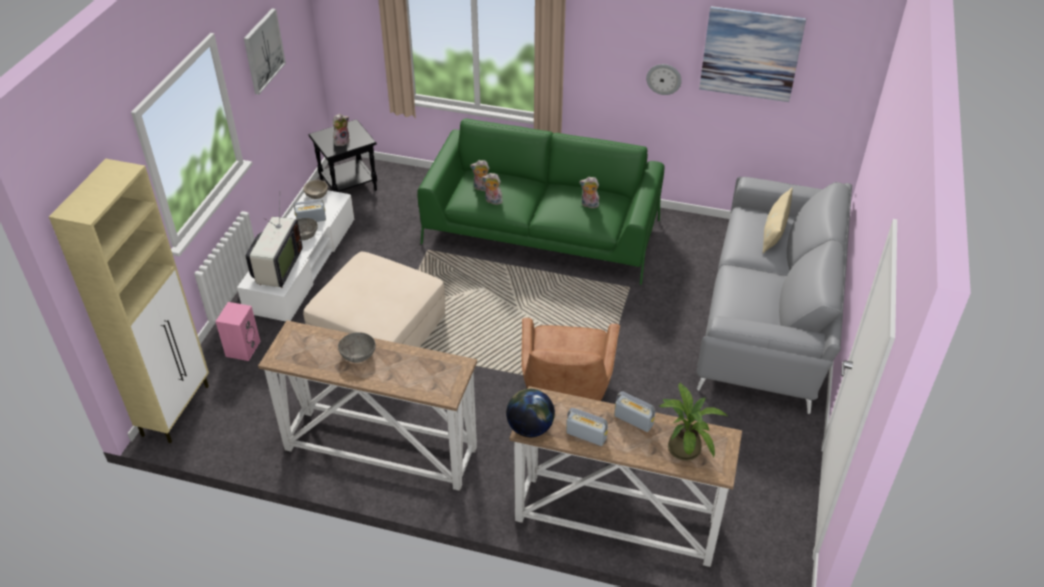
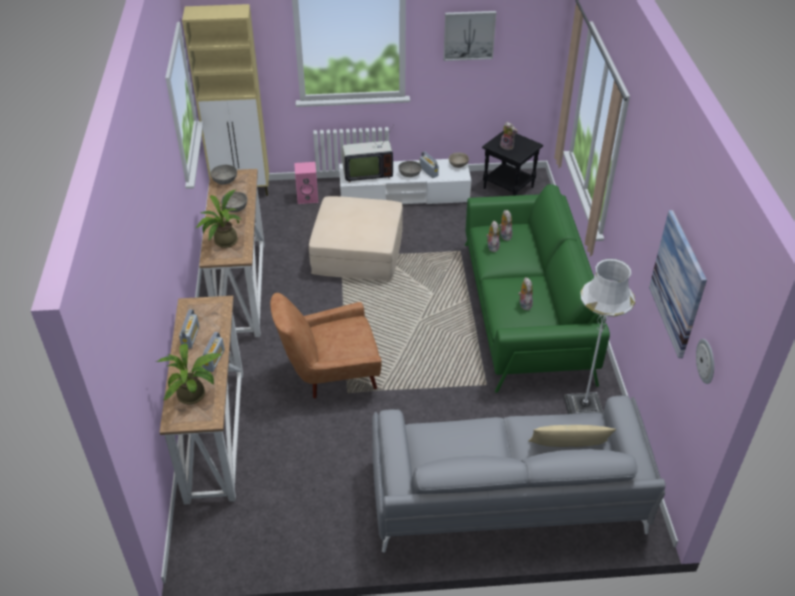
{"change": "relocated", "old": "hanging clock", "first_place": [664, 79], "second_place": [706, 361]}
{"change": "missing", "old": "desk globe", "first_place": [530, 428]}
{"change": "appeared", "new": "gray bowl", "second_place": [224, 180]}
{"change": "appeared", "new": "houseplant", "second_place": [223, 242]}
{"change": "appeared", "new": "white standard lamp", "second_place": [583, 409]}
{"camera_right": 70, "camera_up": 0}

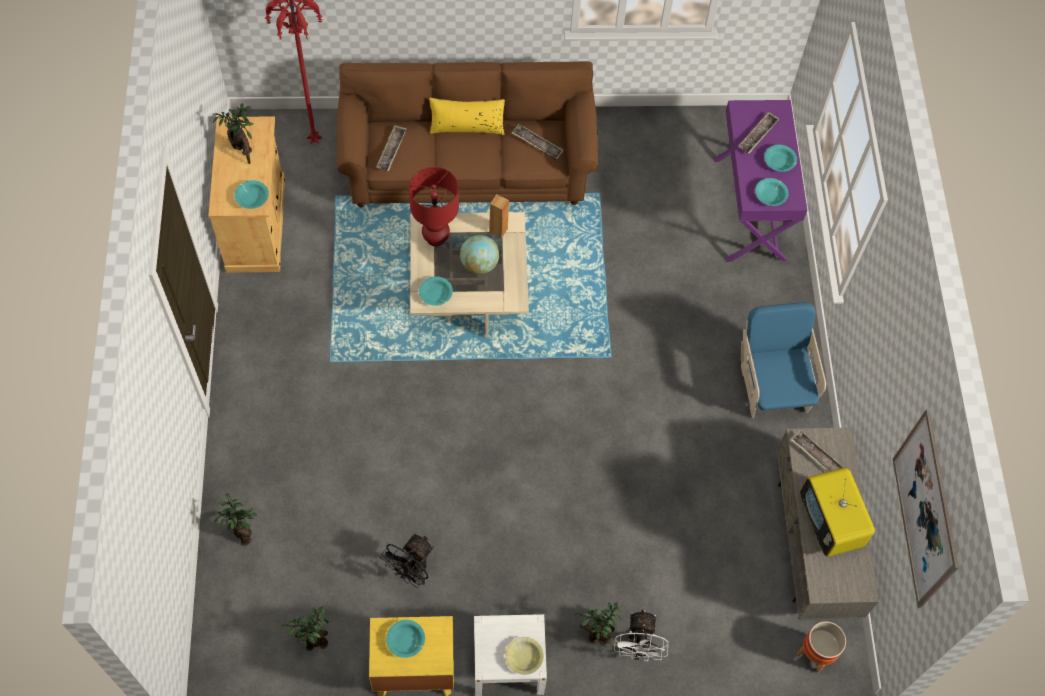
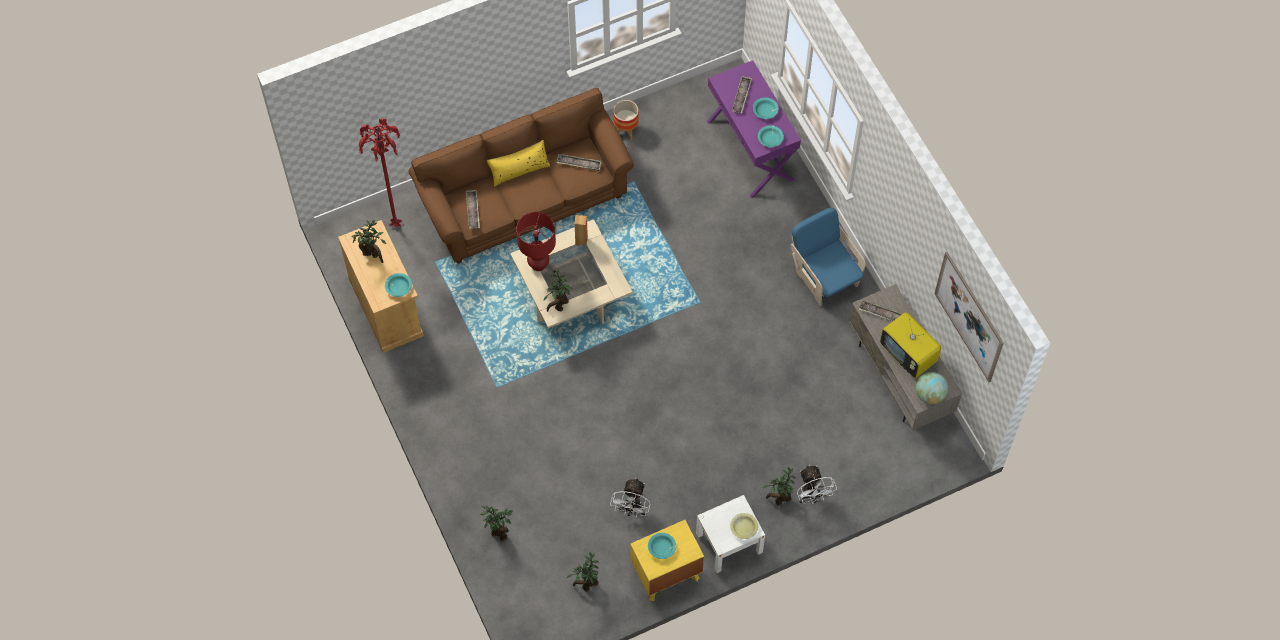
{"change": "relocated", "old": "desk globe", "first_place": [479, 264], "second_place": [930, 394]}
{"change": "exchanged", "old": "turquoise bowl", "new": "houseplant", "first_place": [435, 294], "second_place": [559, 305]}
{"change": "colour", "old": "black electric fan", "new": "white electric fan", "first_place": [412, 571], "second_place": [632, 509]}
{"change": "relocated", "old": "plant pot", "first_place": [815, 654], "second_place": [626, 130]}
{"camera_right": -20, "camera_up": 0}

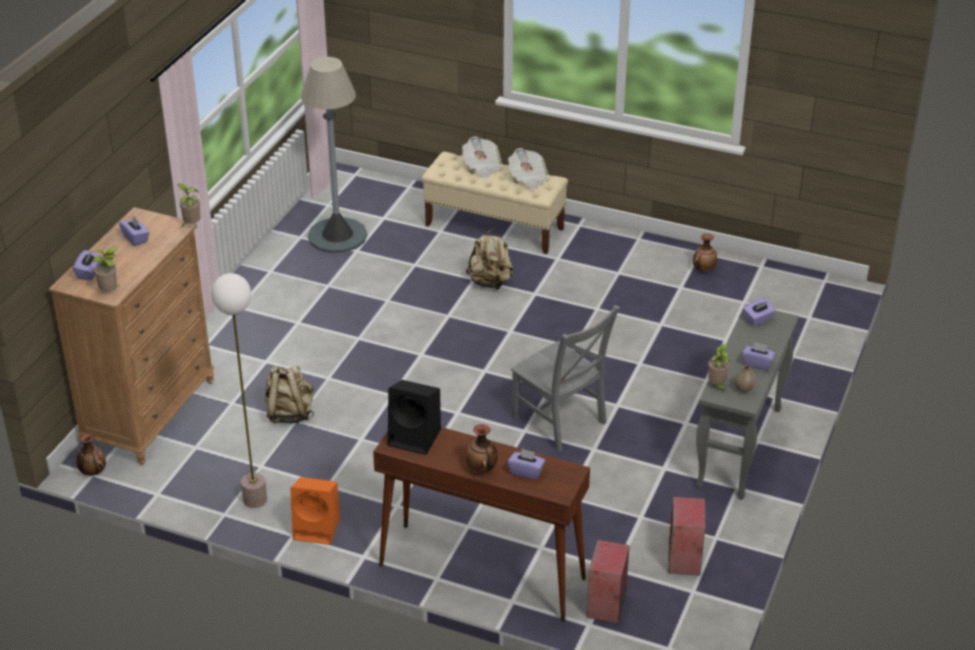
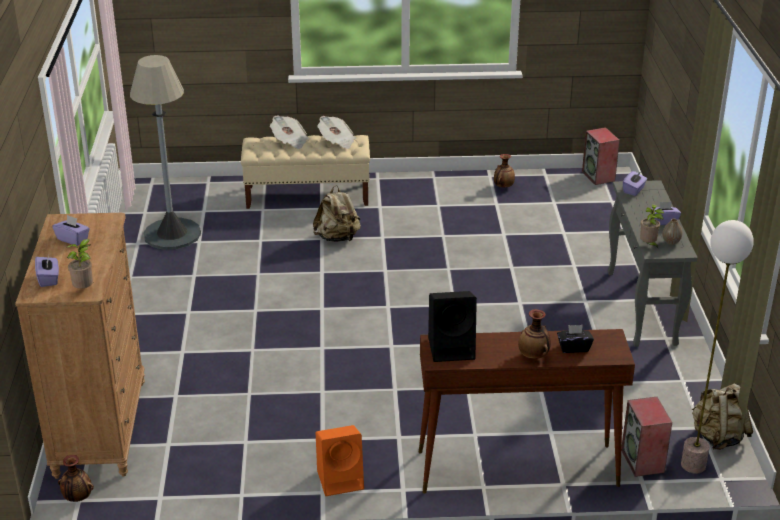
{"change": "missing", "old": "houseplant", "first_place": [191, 225]}
{"change": "relocated", "old": "standard lamp", "first_place": [254, 499], "second_place": [692, 465]}
{"change": "missing", "old": "gray upright chair", "first_place": [561, 422]}
{"change": "relocated", "old": "beige rucksack", "first_place": [289, 413], "second_place": [718, 437]}
{"change": "colour", "old": "purplish tissue holder", "new": "black tissue holder", "first_place": [526, 472], "second_place": [574, 347]}
{"change": "relocated", "old": "audio speaker", "first_place": [685, 560], "second_place": [599, 176]}
{"camera_right": -25, "camera_up": -5}

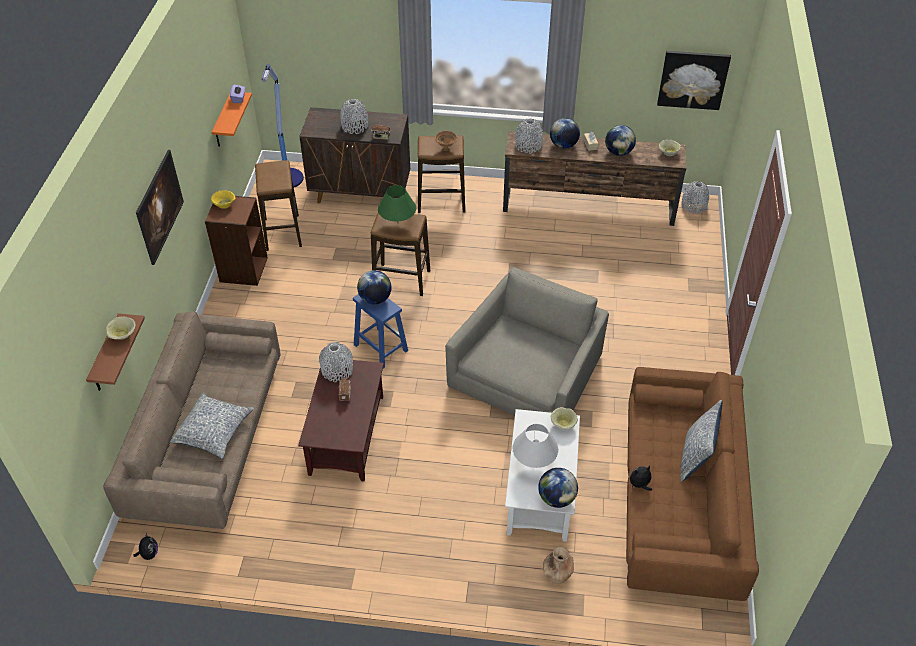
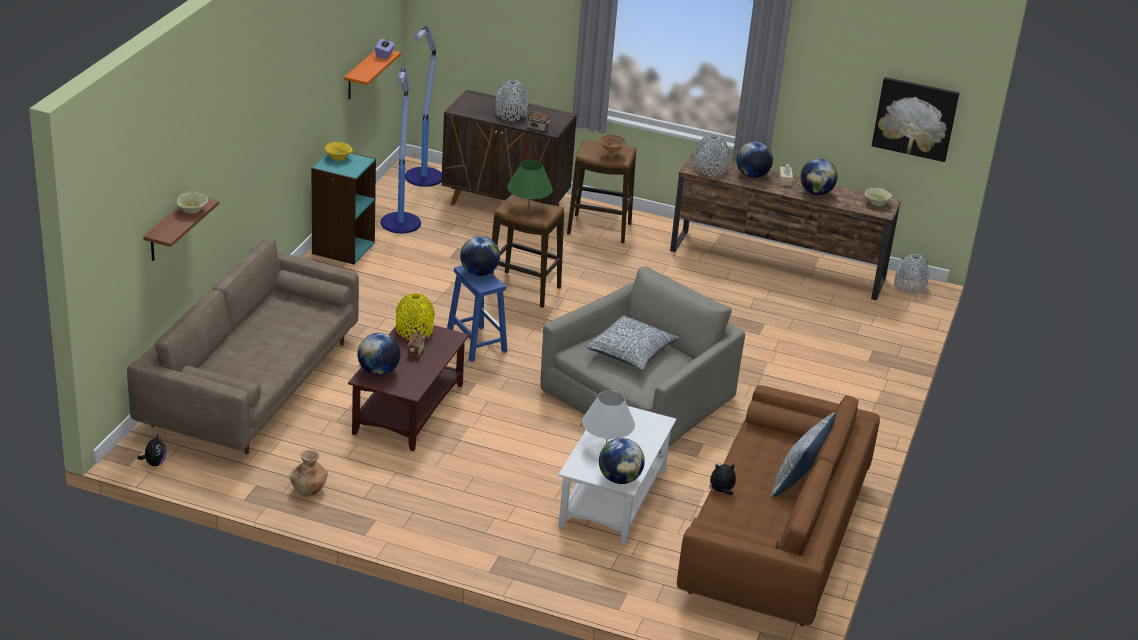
{"change": "missing", "old": "wall art", "first_place": [163, 219]}
{"change": "exchanged", "old": "sitting stool", "new": "standard lamp", "first_place": [283, 233], "second_place": [400, 224]}
{"change": "colour", "old": "brown bookcase", "new": "turquoise bookcase", "first_place": [243, 270], "second_place": [342, 248]}
{"change": "colour", "old": "gray decorative vase", "new": "yellow decorative vase", "first_place": [337, 370], "second_place": [414, 330]}
{"change": "relocated", "old": "pillow", "first_place": [214, 431], "second_place": [631, 352]}
{"change": "missing", "old": "beige bowl", "first_place": [562, 424]}
{"change": "relocated", "old": "brown decorative vase", "first_place": [557, 573], "second_place": [309, 489]}
{"change": "appeared", "new": "desk globe", "second_place": [378, 371]}
{"camera_right": 10, "camera_up": -15}

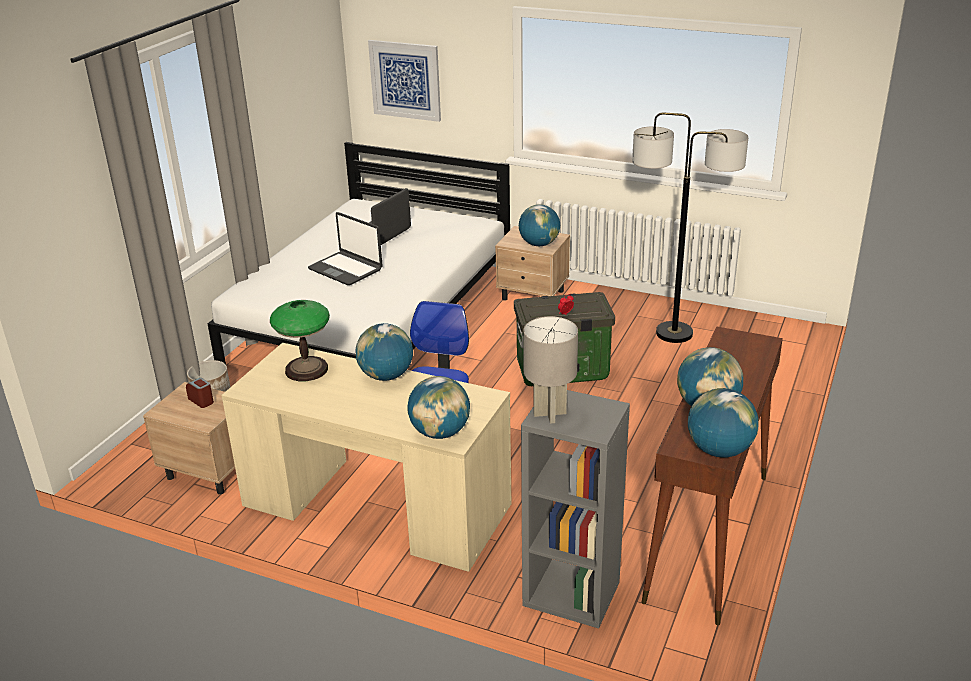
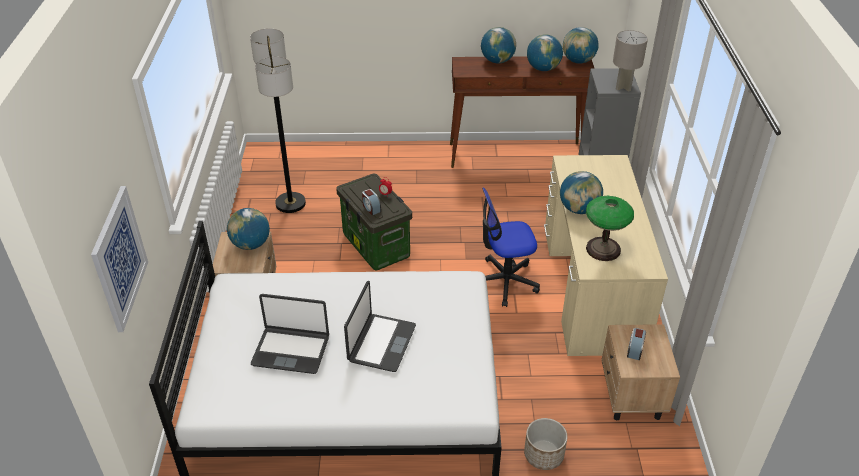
{"change": "relocated", "old": "desk globe", "first_place": [440, 432], "second_place": [497, 61]}
{"change": "appeared", "new": "bedside clock", "second_place": [371, 208]}
{"camera_right": -115, "camera_up": 10}

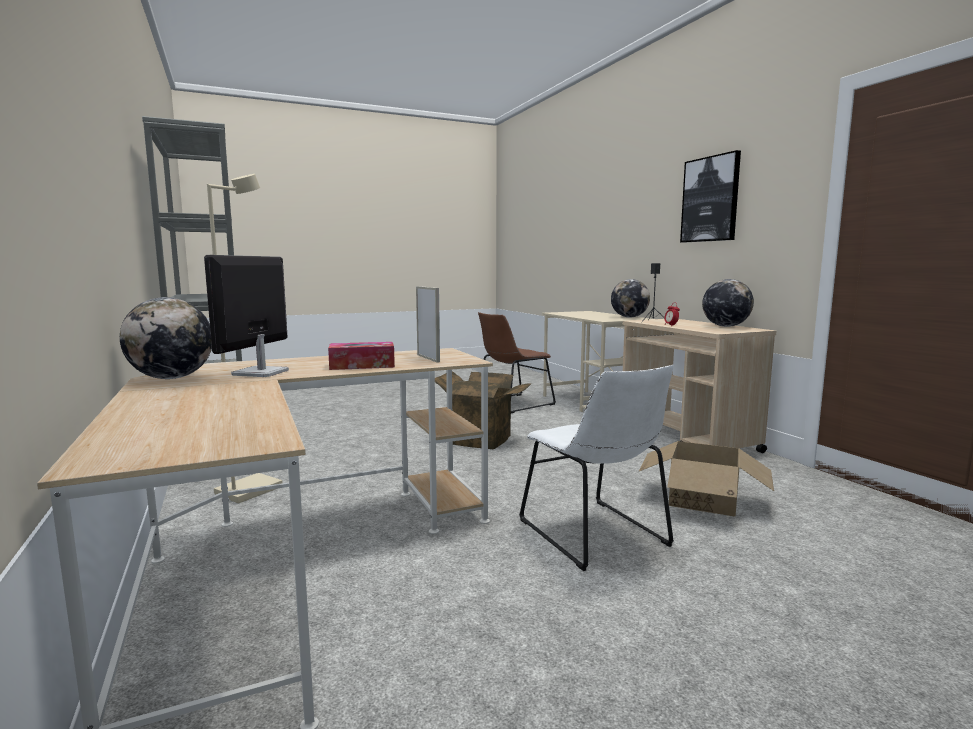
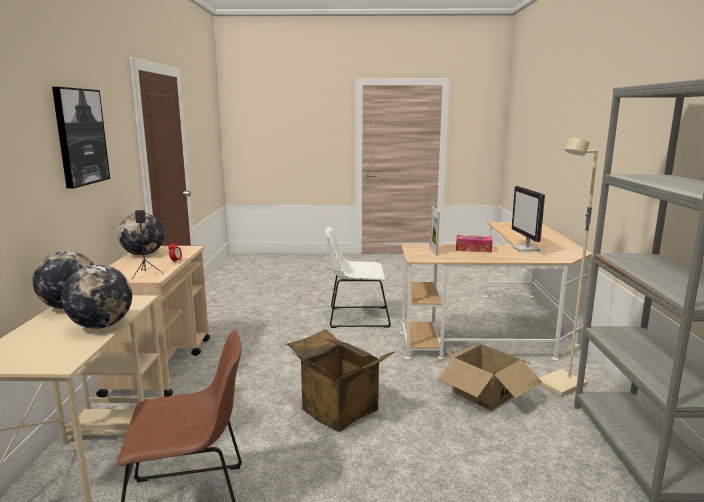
{"change": "spun", "old": "monitor", "first_place": [260, 373], "second_place": [526, 249], "degrees": 135}
{"change": "relocated", "old": "desk globe", "first_place": [172, 378], "second_place": [101, 326]}
{"change": "spun", "old": "white upright chair", "first_place": [596, 535], "second_place": [355, 317], "degrees": -90}
{"change": "relocated", "old": "cardboard box", "first_place": [703, 499], "second_place": [485, 392]}
{"camera_right": -155, "camera_up": 5}

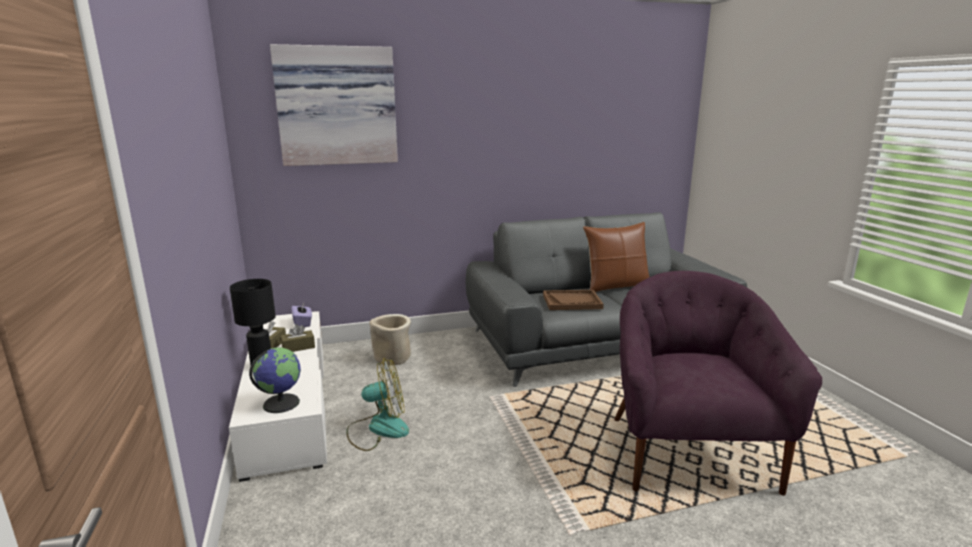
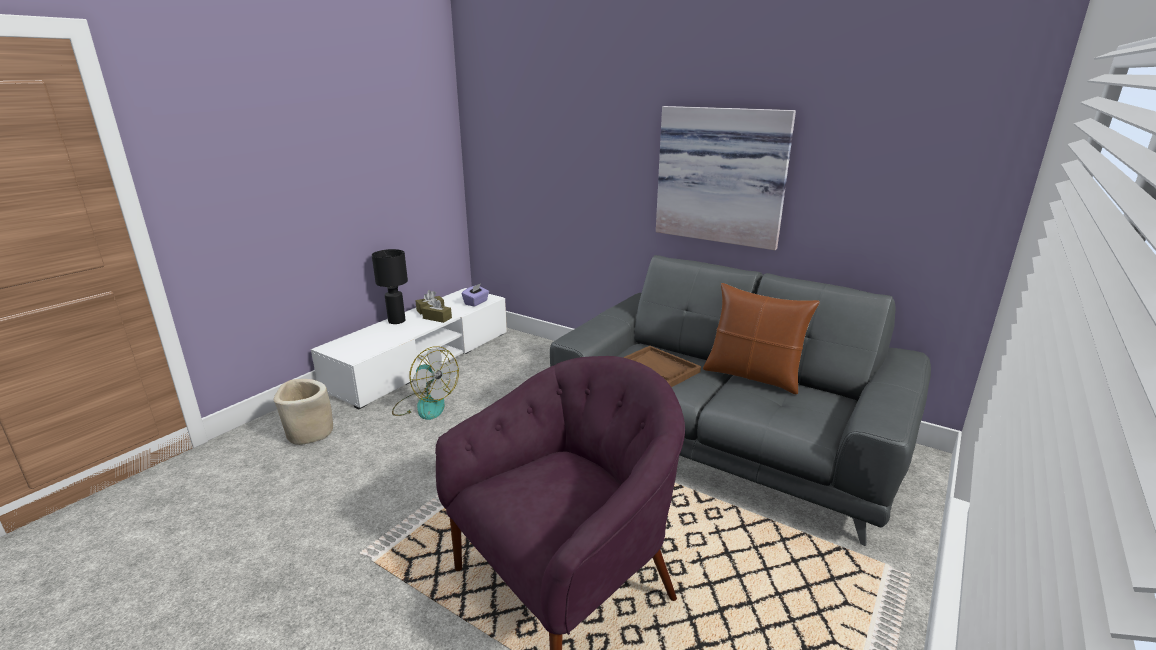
{"change": "relocated", "old": "wall art", "first_place": [337, 106], "second_place": [722, 175]}
{"change": "relocated", "old": "beige plant pot", "first_place": [392, 358], "second_place": [309, 433]}
{"change": "missing", "old": "desk globe", "first_place": [281, 403]}
{"camera_right": 50, "camera_up": 5}

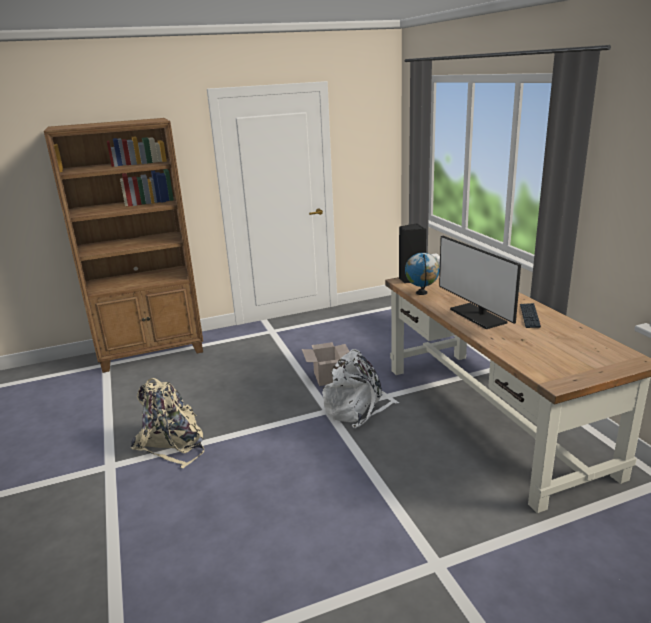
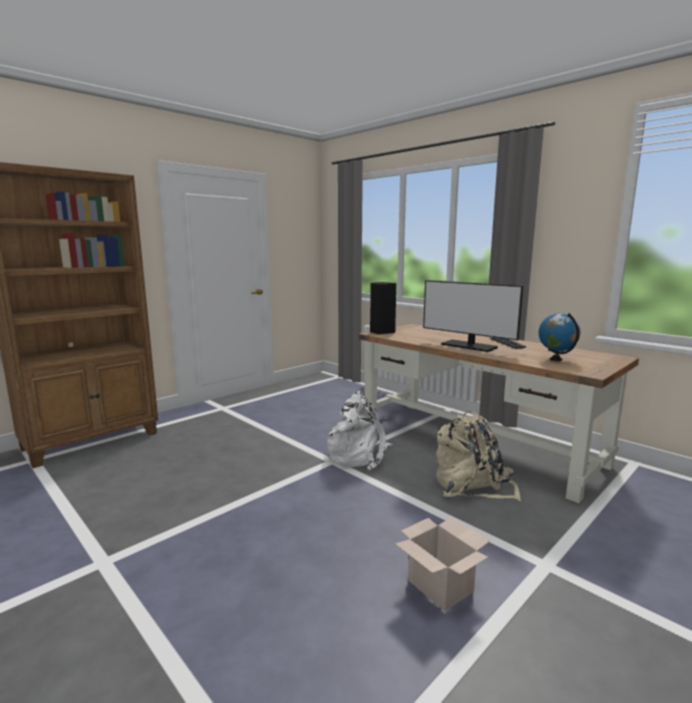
{"change": "relocated", "old": "desk globe", "first_place": [421, 293], "second_place": [556, 359]}
{"change": "relocated", "old": "cardboard box", "first_place": [328, 377], "second_place": [442, 586]}
{"change": "relocated", "old": "beige rucksack", "first_place": [173, 444], "second_place": [472, 485]}
{"camera_right": -25, "camera_up": -10}

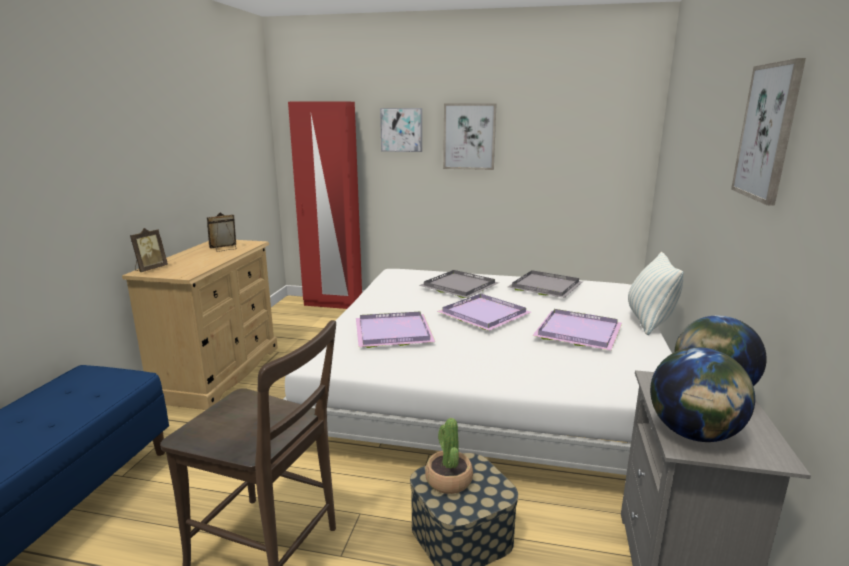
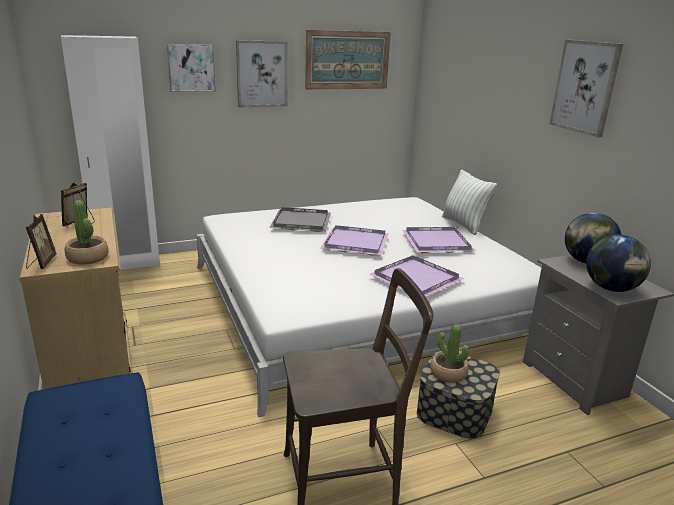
{"change": "colour", "old": "reddish clothes cupboard", "new": "white clothes cupboard", "first_place": [333, 304], "second_place": [127, 264]}
{"change": "missing", "old": "gray tray", "first_place": [547, 286]}
{"change": "relocated", "old": "purplish tray", "first_place": [392, 333], "second_place": [416, 280]}
{"change": "appeared", "new": "wall art", "second_place": [347, 60]}
{"change": "appeared", "new": "houseplant", "second_place": [88, 258]}
{"camera_right": -35, "camera_up": 5}

